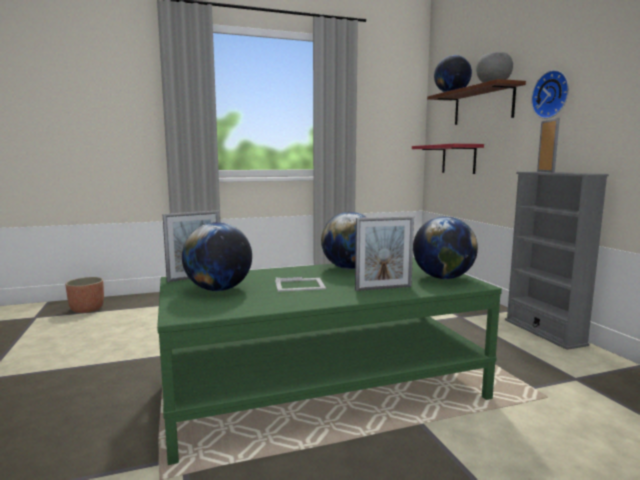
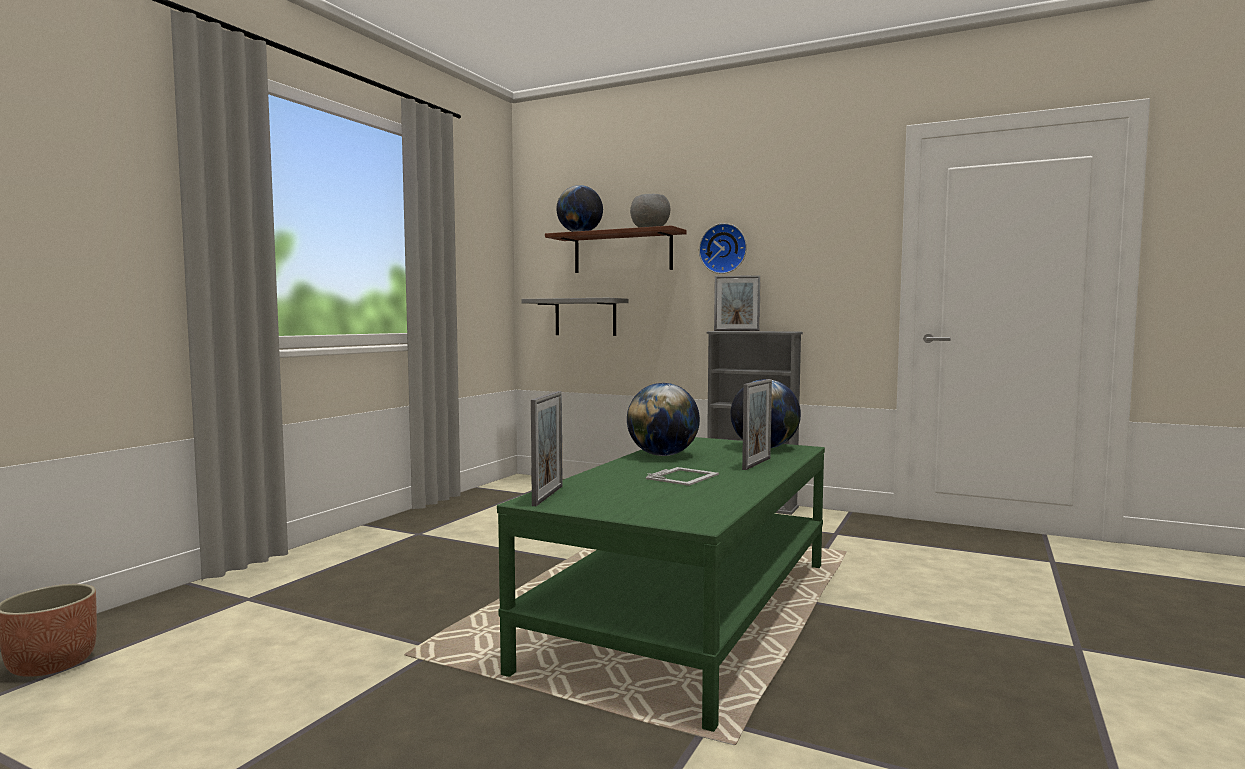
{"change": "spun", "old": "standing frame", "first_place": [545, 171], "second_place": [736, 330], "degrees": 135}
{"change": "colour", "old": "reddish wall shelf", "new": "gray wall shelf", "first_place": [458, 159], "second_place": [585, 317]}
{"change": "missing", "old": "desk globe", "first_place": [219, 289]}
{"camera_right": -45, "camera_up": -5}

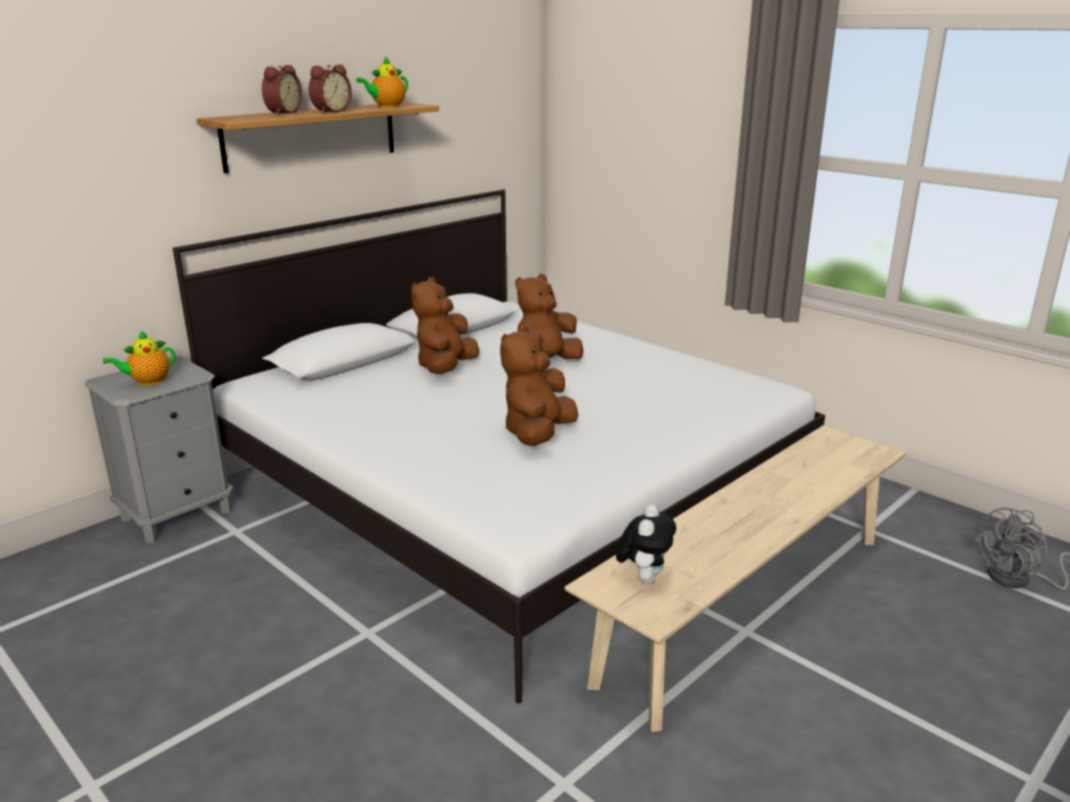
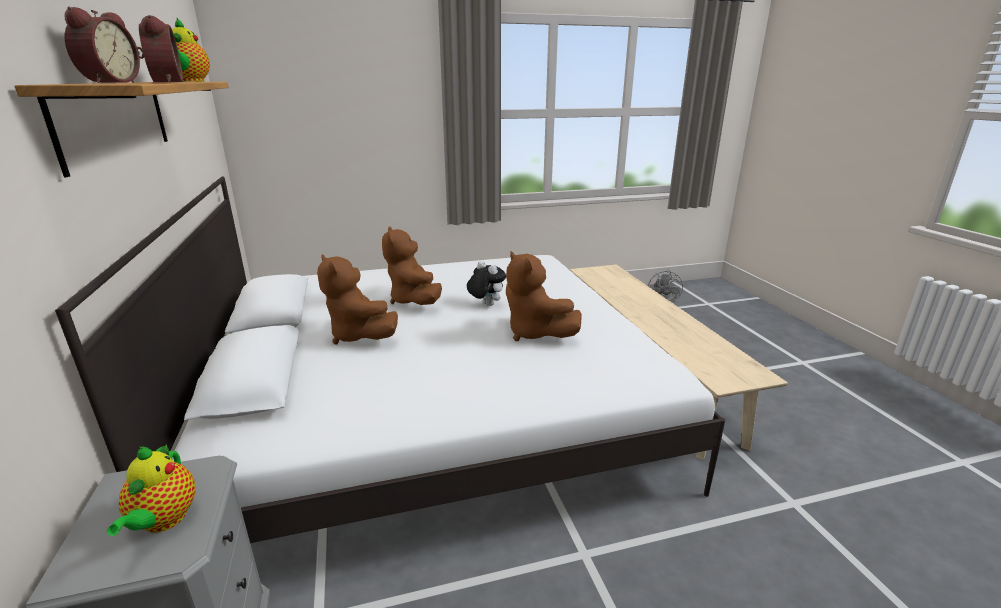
{"change": "spun", "old": "bedside clock", "first_place": [282, 113], "second_place": [109, 82], "degrees": 45}
{"change": "relocated", "old": "cuddly toy", "first_place": [644, 577], "second_place": [486, 304]}
{"camera_right": -60, "camera_up": 0}

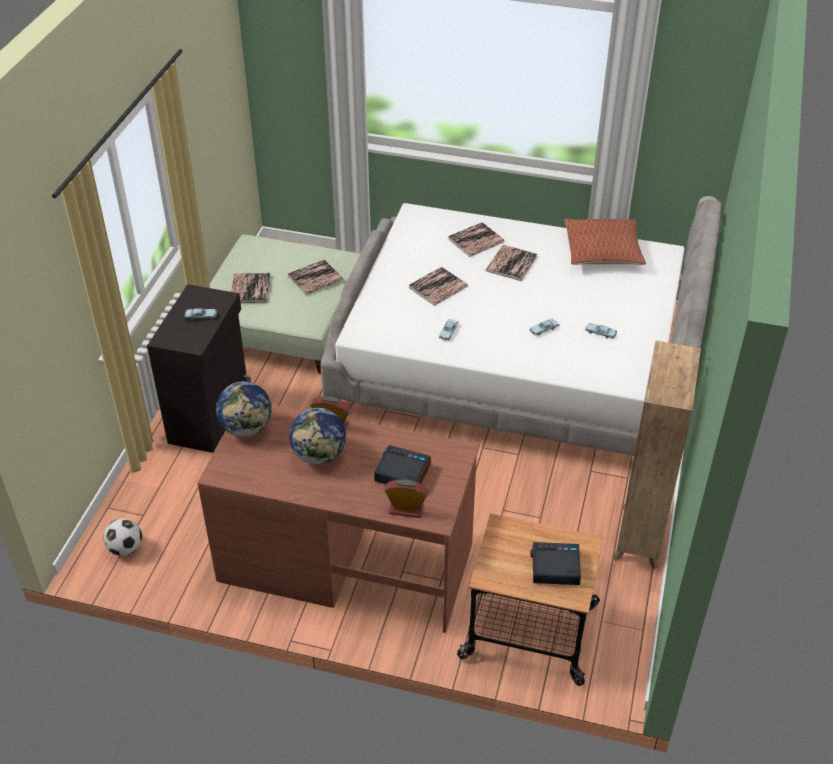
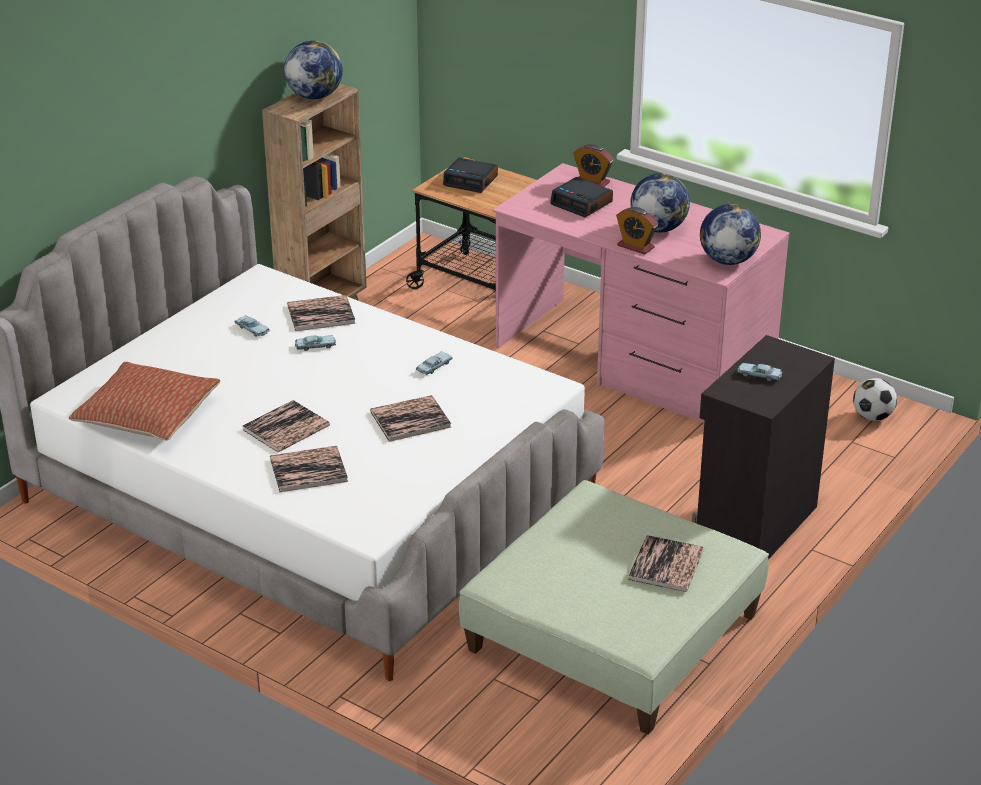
{"change": "relocated", "old": "book", "first_place": [315, 278], "second_place": [321, 314]}
{"change": "colour", "old": "brown desk table", "new": "pink desk table", "first_place": [345, 561], "second_place": [633, 361]}
{"change": "appeared", "new": "desk globe", "second_place": [314, 96]}
{"camera_right": -160, "camera_up": -10}

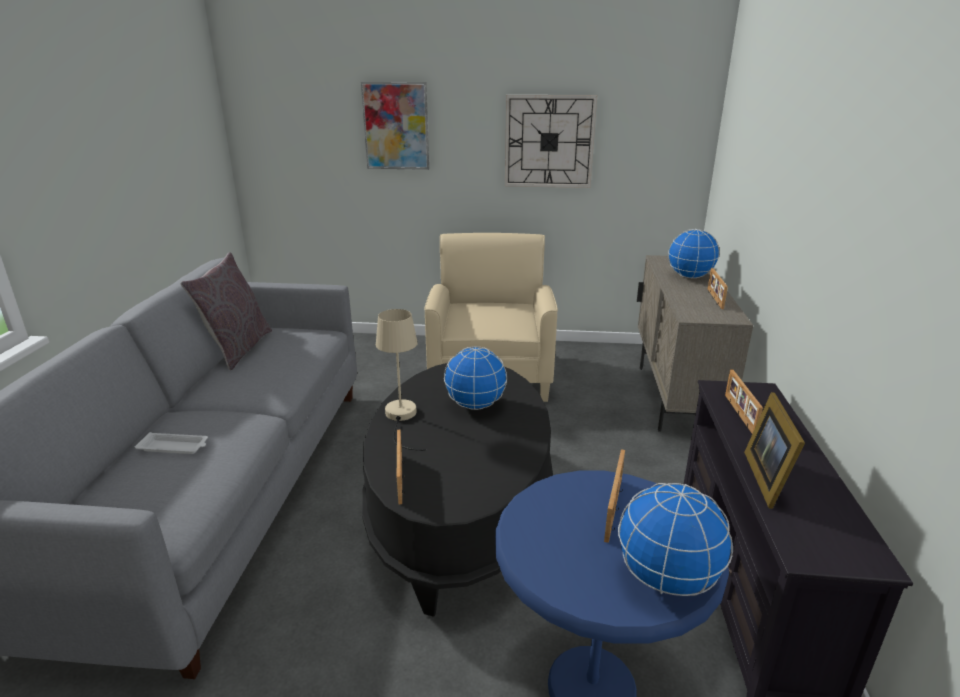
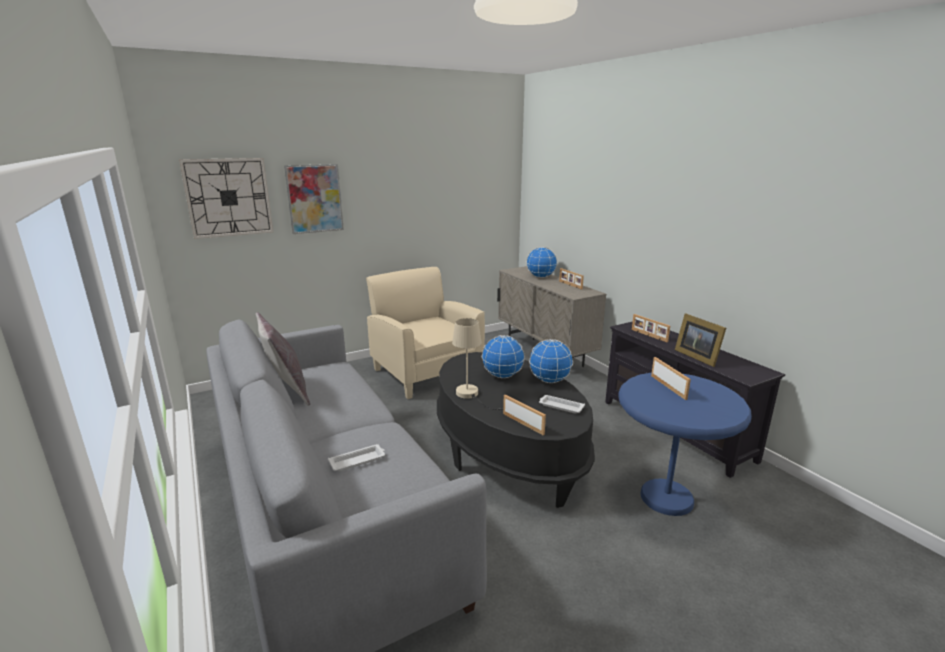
{"change": "relocated", "old": "hanging clock", "first_place": [549, 142], "second_place": [228, 197]}
{"change": "relocated", "old": "desk globe", "first_place": [667, 578], "second_place": [549, 380]}
{"change": "appeared", "new": "white tray", "second_place": [560, 406]}
{"camera_right": -35, "camera_up": -5}

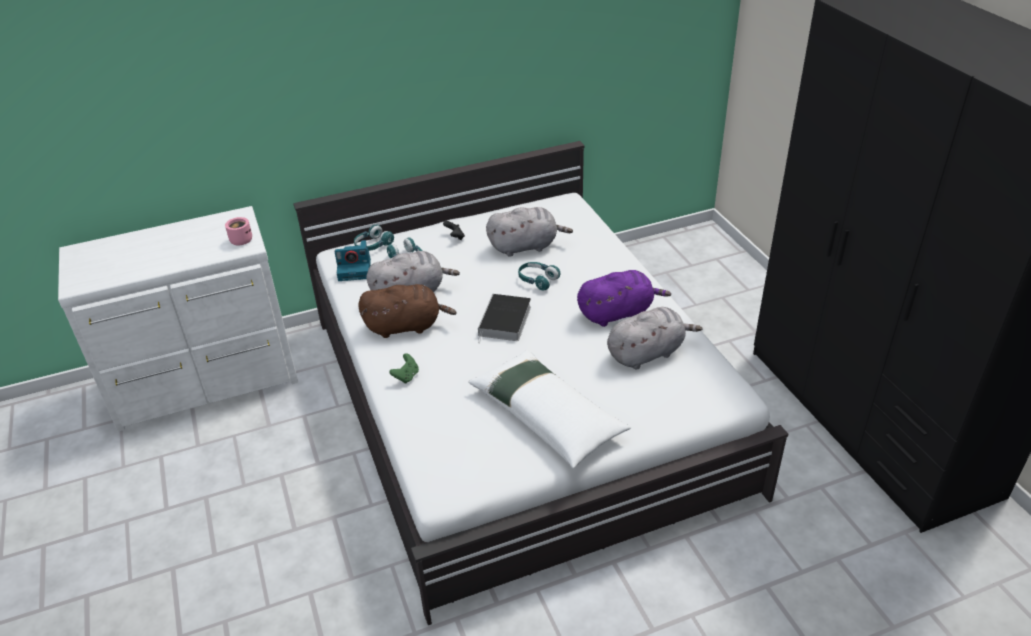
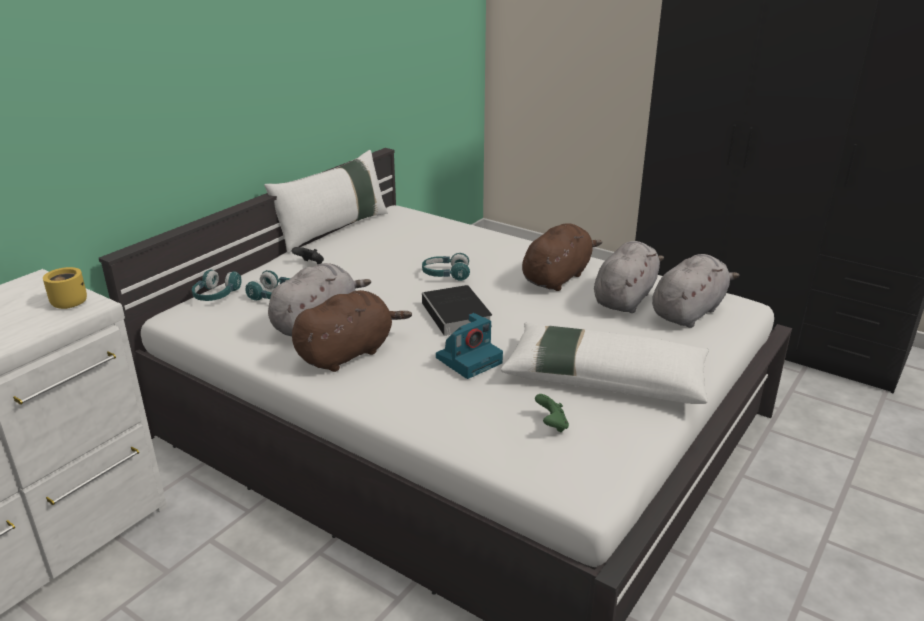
{"change": "relocated", "old": "gray cuddly toy", "first_place": [525, 246], "second_place": [689, 312]}
{"change": "colour", "old": "pink mug", "new": "yellow mug", "first_place": [240, 240], "second_place": [66, 302]}
{"change": "relocated", "old": "photo camera", "first_place": [355, 269], "second_place": [469, 359]}
{"change": "colour", "old": "purplish cuddly toy", "new": "brown cuddly toy", "first_place": [618, 313], "second_place": [557, 277]}
{"change": "relocated", "old": "greenish gamepad", "first_place": [406, 376], "second_place": [551, 425]}
{"change": "appeared", "new": "white pillow", "second_place": [333, 229]}
{"camera_right": -35, "camera_up": -10}

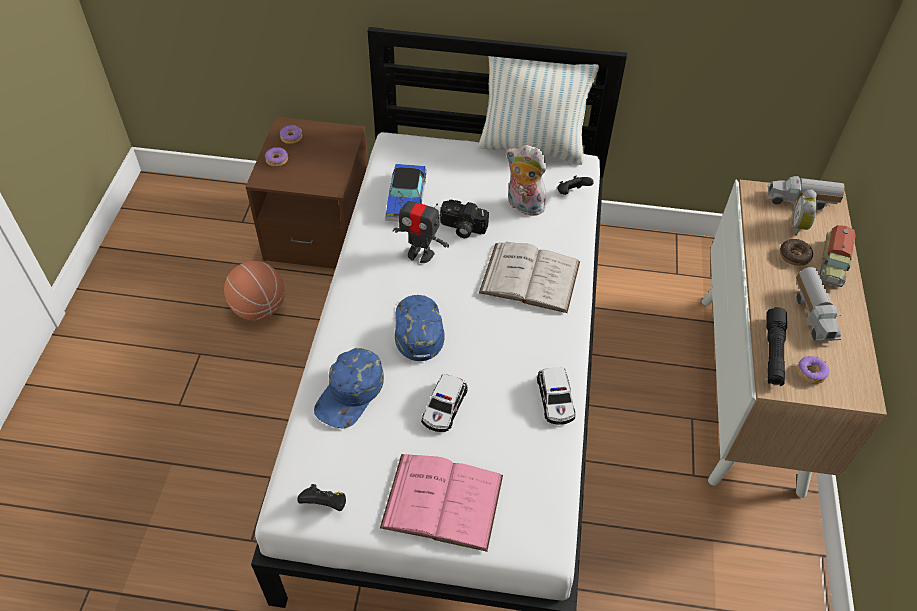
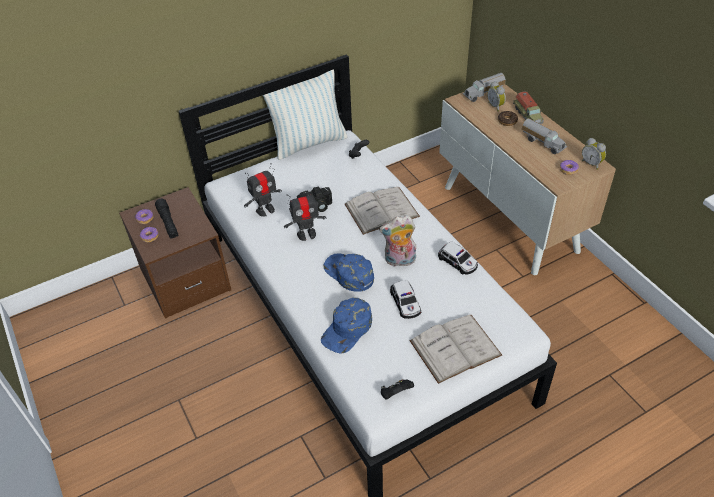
{"change": "relocated", "old": "cuddly toy", "first_place": [523, 206], "second_place": [399, 261]}
{"change": "exchanged", "old": "model car", "new": "robot figure", "first_place": [406, 199], "second_place": [265, 210]}
{"change": "missing", "old": "basketball", "first_place": [259, 308]}
{"change": "relocated", "old": "black torch", "first_place": [773, 352], "second_place": [168, 223]}
{"change": "spun", "old": "bluish peaked cap", "first_place": [350, 393], "second_place": [347, 330], "degrees": 45}
{"change": "colour", "old": "pink book", "new": "white book", "first_place": [442, 501], "second_place": [455, 348]}
{"change": "appeared", "new": "bedside clock", "second_place": [591, 163]}
{"camera_right": -35, "camera_up": -5}

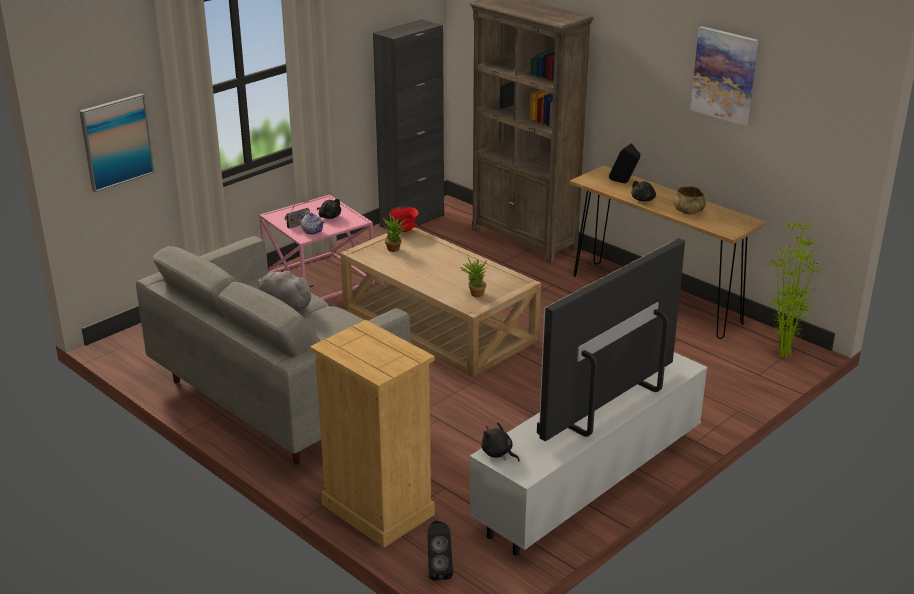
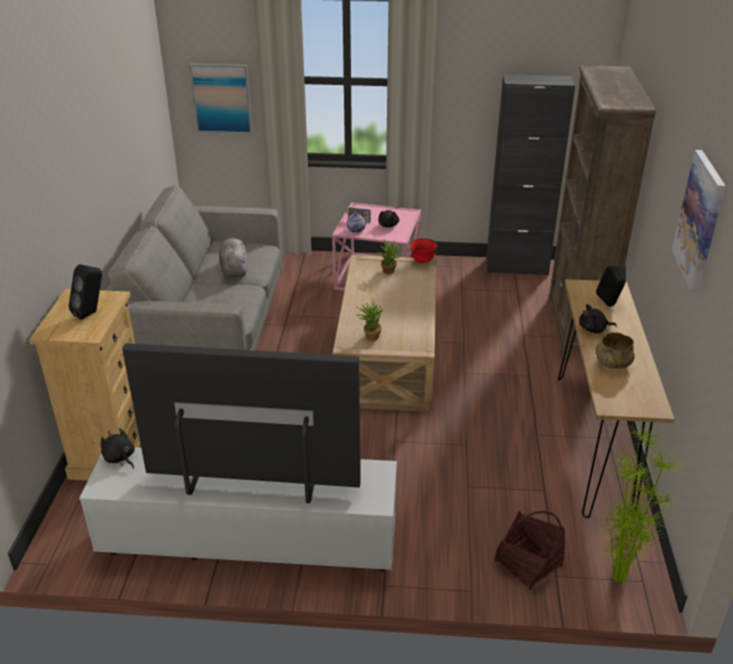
{"change": "spun", "old": "black cuddly toy", "first_place": [498, 453], "second_place": [120, 458], "degrees": -45}
{"change": "relocated", "old": "black audio speaker", "first_place": [438, 570], "second_place": [91, 313]}
{"change": "appeared", "new": "storage basket", "second_place": [528, 564]}
{"camera_right": 50, "camera_up": 5}

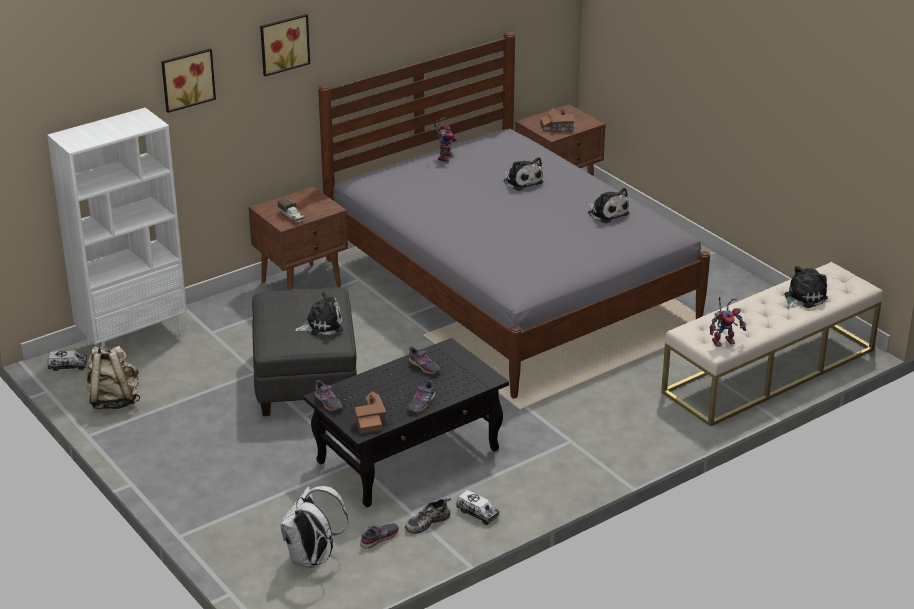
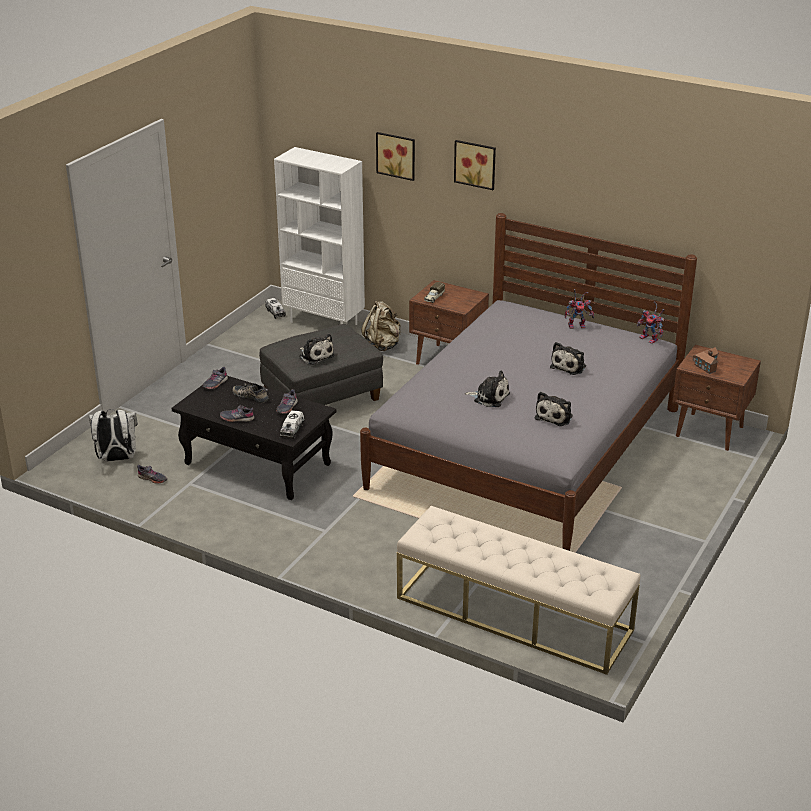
{"change": "relocated", "old": "cuddly toy", "first_place": [803, 298], "second_place": [489, 397]}
{"change": "relocated", "old": "robot figure", "first_place": [724, 340], "second_place": [651, 339]}
{"change": "relocated", "old": "beige rucksack", "first_place": [114, 400], "second_place": [383, 346]}
{"change": "missing", "old": "miniature house", "first_place": [370, 421]}
{"change": "relocated", "old": "toy lorry", "first_place": [477, 513], "second_place": [292, 430]}
{"change": "relocated", "old": "low shoe", "first_place": [427, 521], "second_place": [251, 396]}
{"camera_right": 65, "camera_up": 0}

